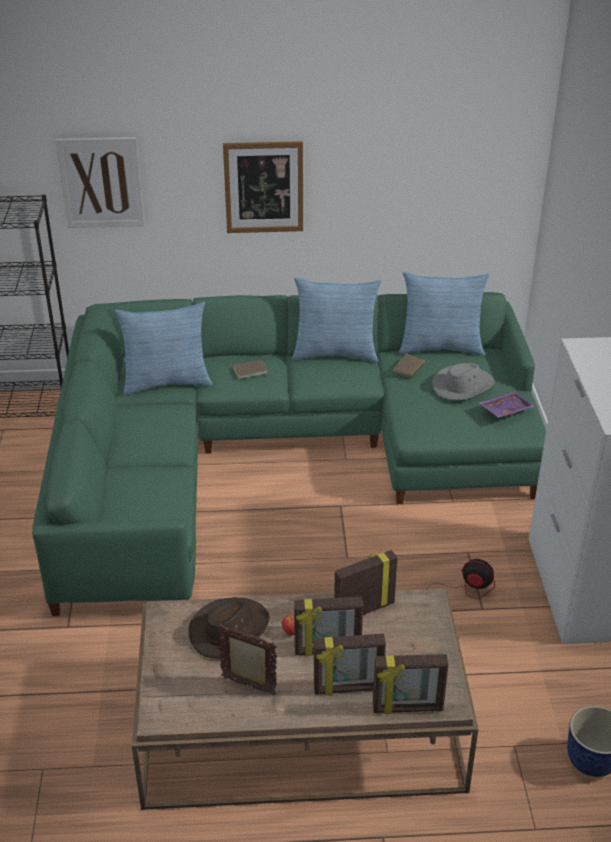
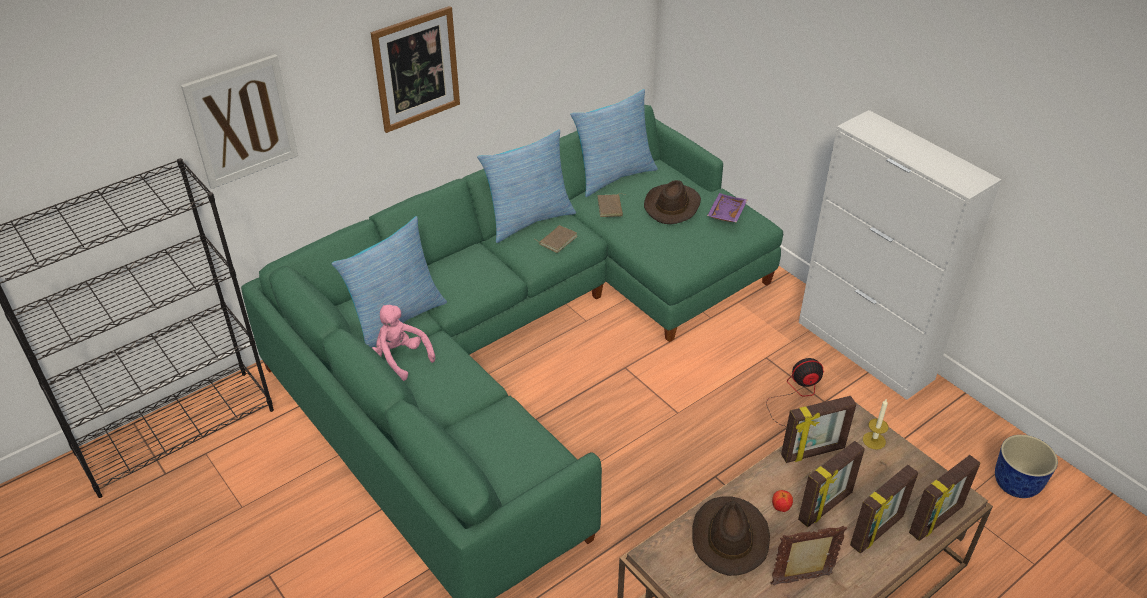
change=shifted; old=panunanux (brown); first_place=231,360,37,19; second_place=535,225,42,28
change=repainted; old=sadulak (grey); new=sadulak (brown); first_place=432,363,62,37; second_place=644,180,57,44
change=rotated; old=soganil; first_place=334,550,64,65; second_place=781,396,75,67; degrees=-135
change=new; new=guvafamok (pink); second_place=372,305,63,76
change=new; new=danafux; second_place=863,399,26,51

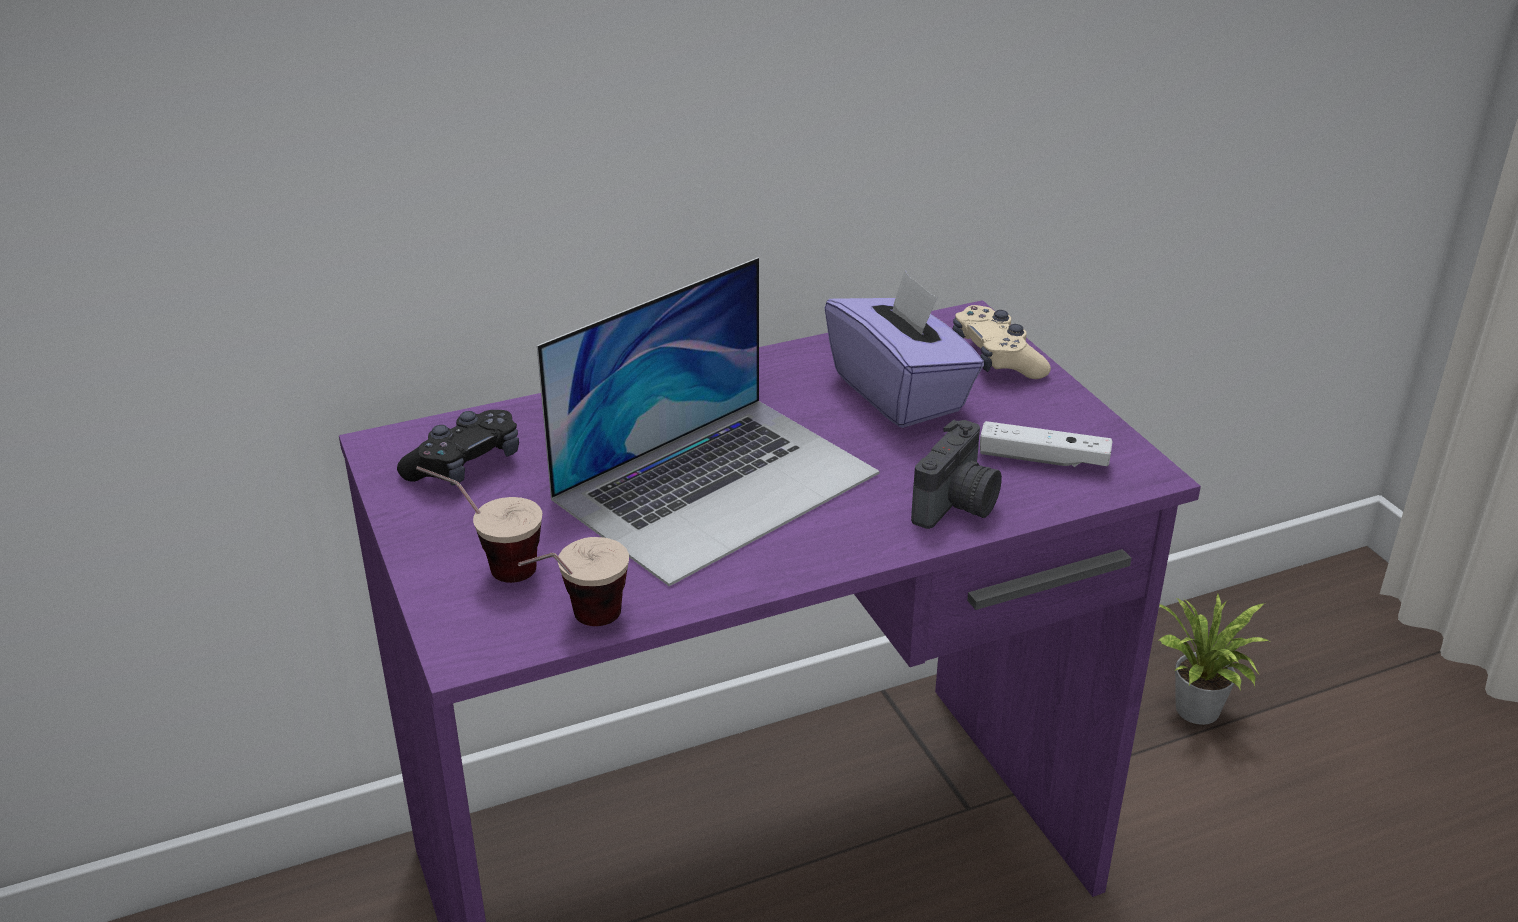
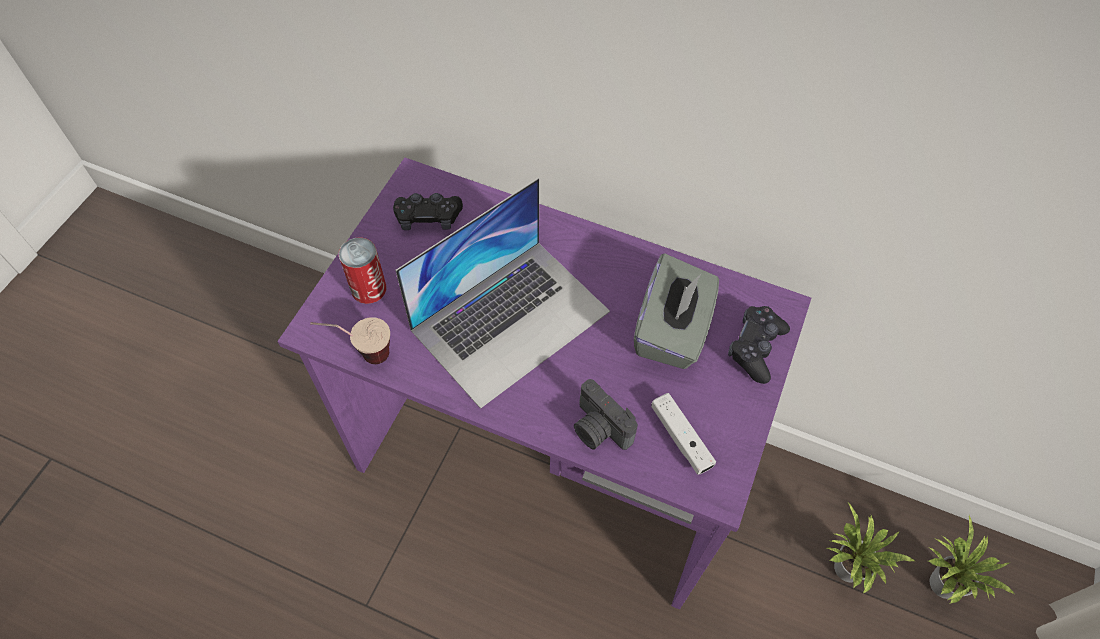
change=rotated; old=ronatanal; first_place=537,257,343,329; second_place=395,178,215,231; degrees=-45
change=repainted; old=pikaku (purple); new=pikaku (grey); first_place=825,270,159,158; second_place=634,253,85,116
change=repainted; old=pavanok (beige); new=pavanok (black); first_place=953,305,98,74; second_place=728,306,62,78
change=rotated; old=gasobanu; first_place=911,419,91,110; second_place=574,379,64,71; degrees=60
change=swapped; old=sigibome; new=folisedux; first_place=416,466,126,117; second_place=339,237,47,67
change=new; new=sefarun; second_place=929,516,85,88

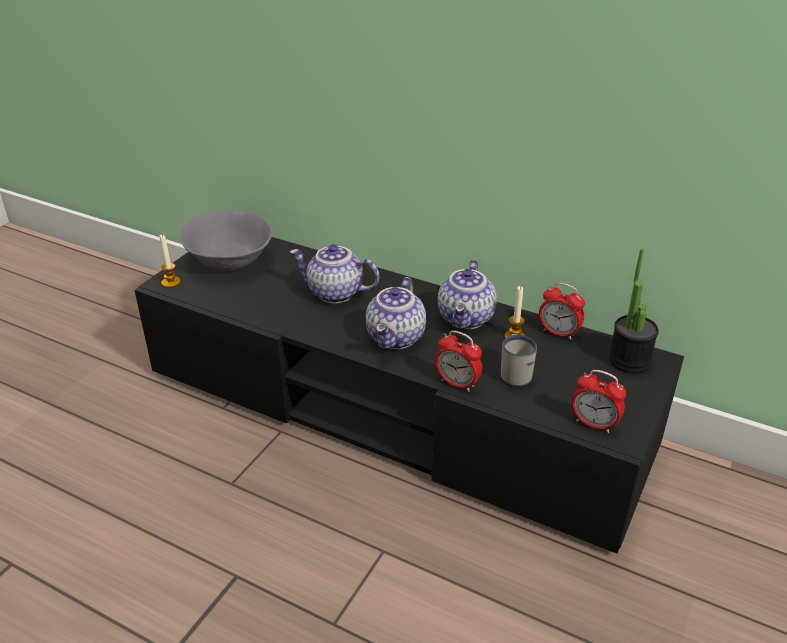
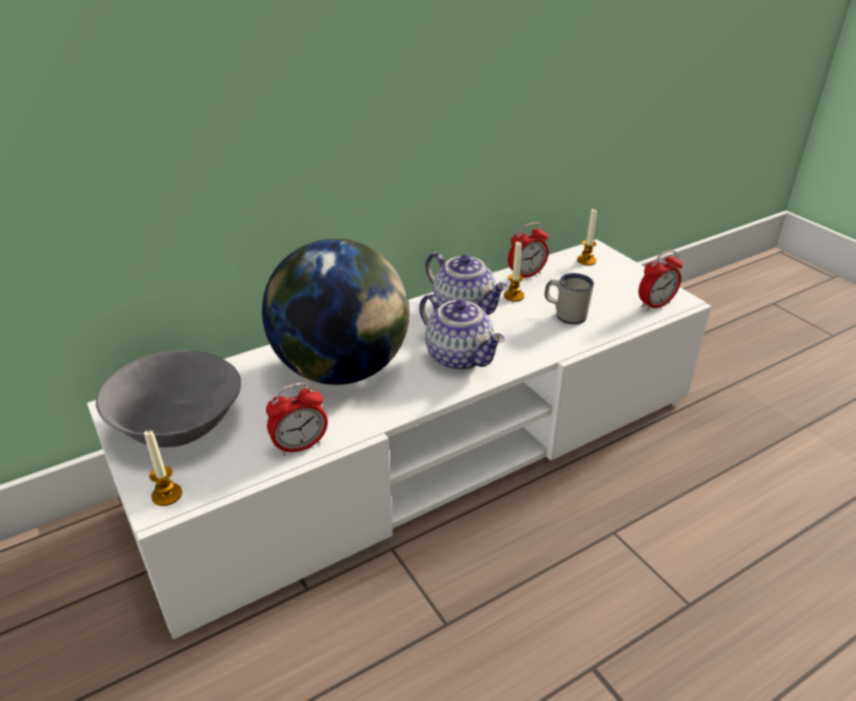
change=repainted; old=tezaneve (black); new=tezaneve (white); first_place=134,237,550,317; second_place=87,239,625,401
change=swapped; old=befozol; new=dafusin; first_place=290,244,89,60; second_place=262,239,147,146
change=swapped; old=sefarun; new=danafux; first_place=608,249,51,124; second_place=577,208,20,57
change=shifted; old=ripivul; first_place=435,330,47,62; second_place=266,383,62,73

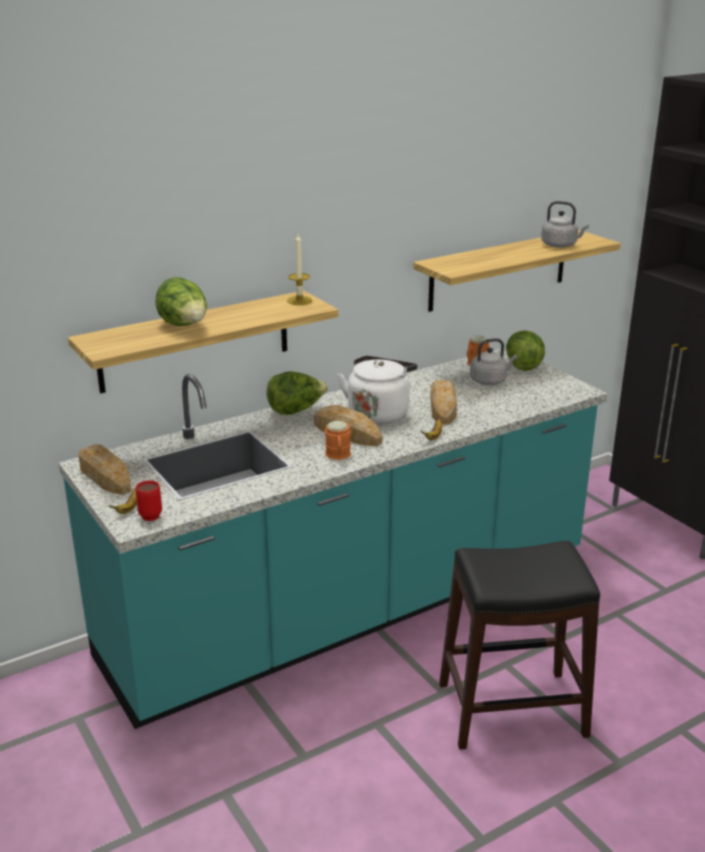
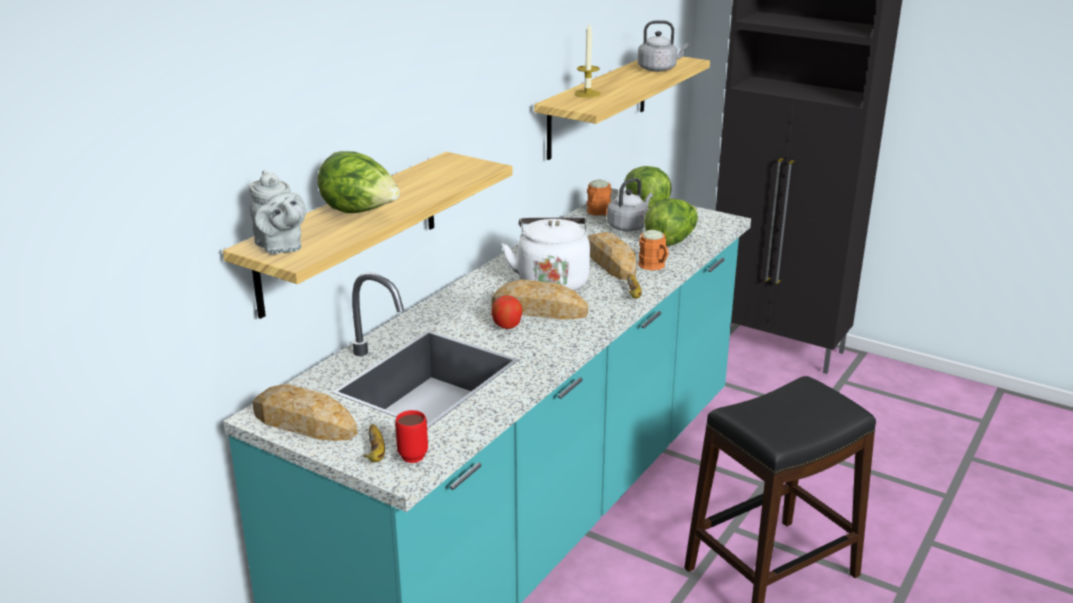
change=shifted; old=danafux; first_place=287,234,25,71; second_place=575,23,26,75
change=shifted; old=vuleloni; first_place=267,371,61,44; second_place=644,198,54,48
change=shifted; old=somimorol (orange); first_place=325,421,26,39; second_place=638,230,31,40
change=new; new=befozol (grey); second_place=249,170,57,84
change=new; new=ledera; second_place=491,295,31,34

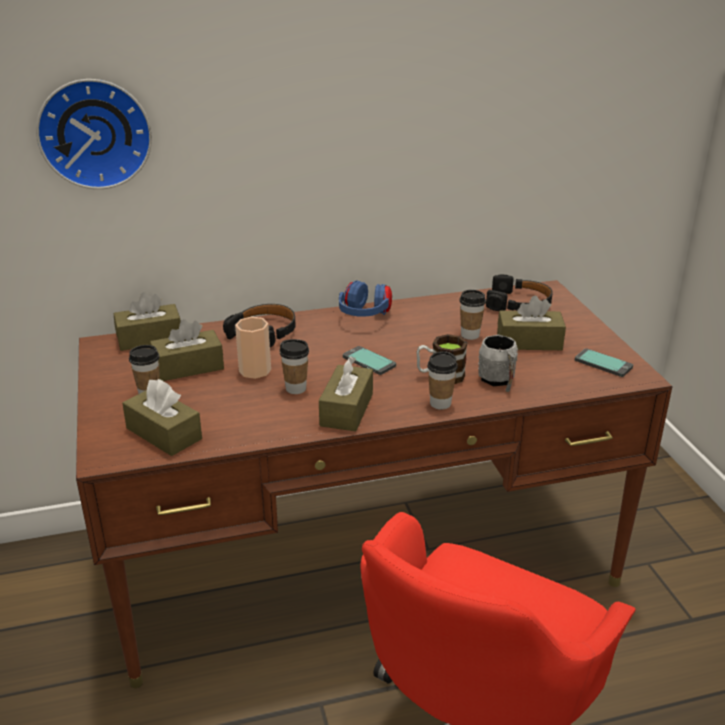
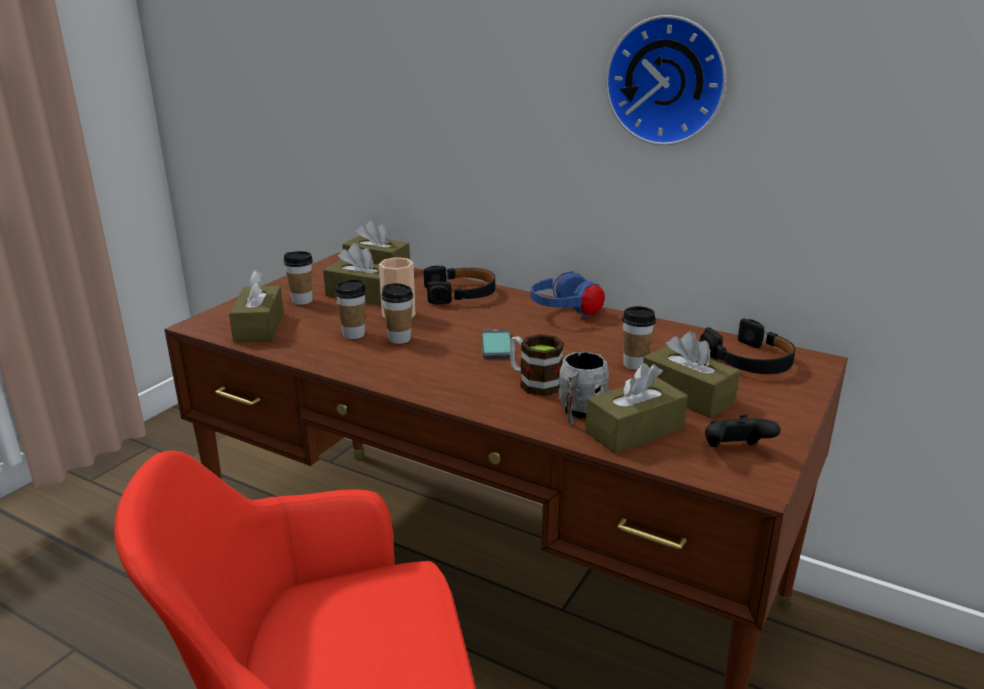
change=shifted; old=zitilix; first_place=36,79,116,110; second_place=605,15,121,130
change=swapped; old=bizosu; new=pavanok (black); first_place=575,349,58,28; second_place=705,414,76,33
change=shifted; old=sigibome; first_place=427,351,31,59; second_place=334,279,32,60
change=shifted; old=pikaku (brown); first_place=319,356,54,75; second_place=585,363,103,91

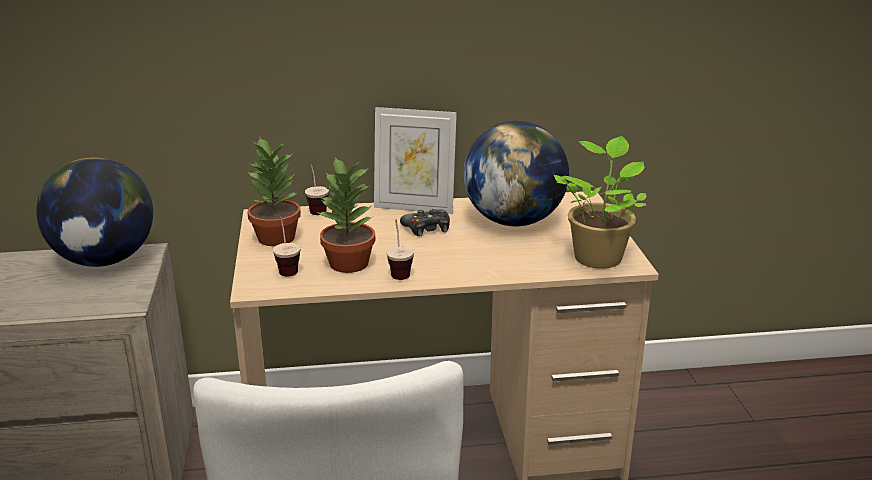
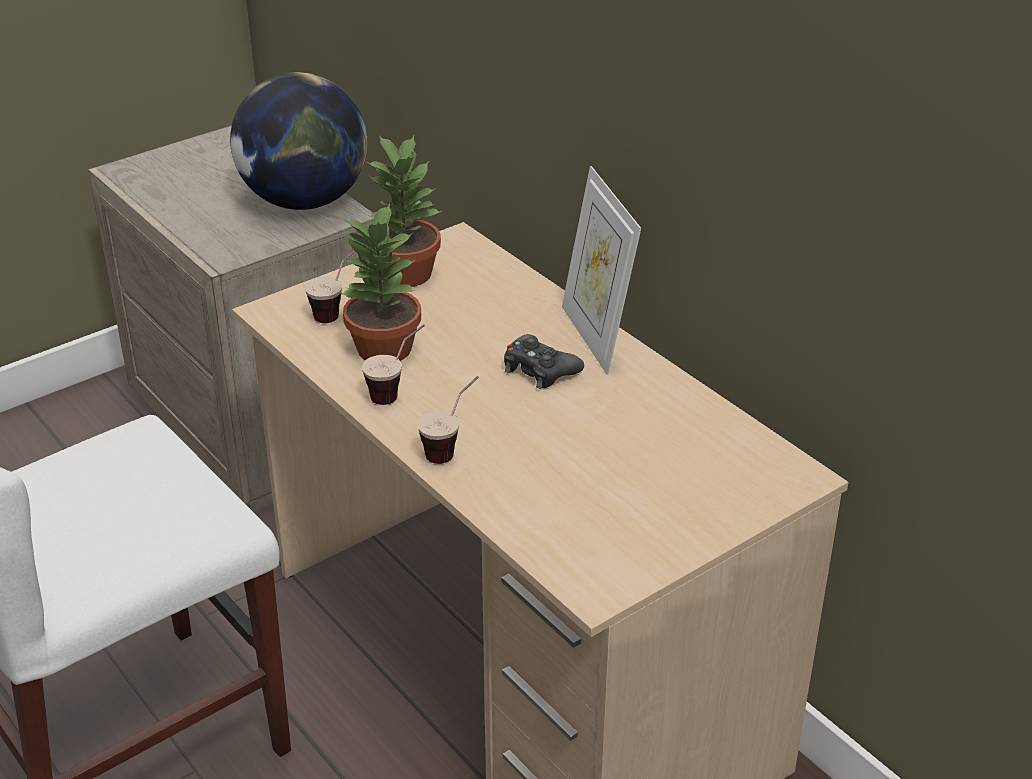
change=gone; old=dafusin; first_place=463,121,106,105
change=gone; old=sefarun; first_place=554,136,92,133
change=shifted; old=sigibome; first_place=305,164,24,51; second_place=417,376,62,88

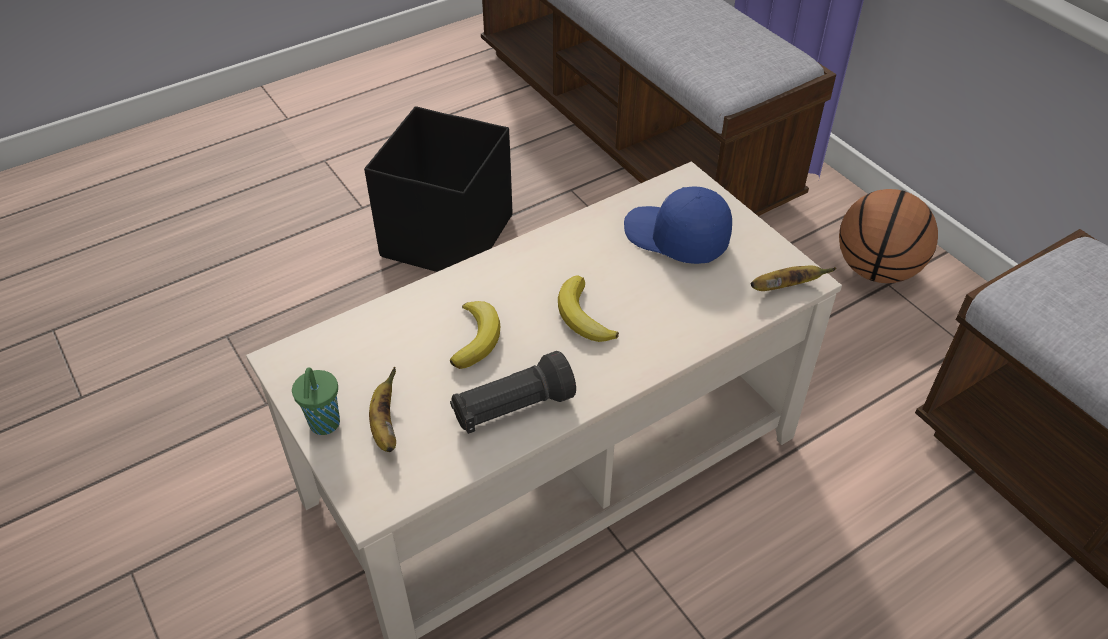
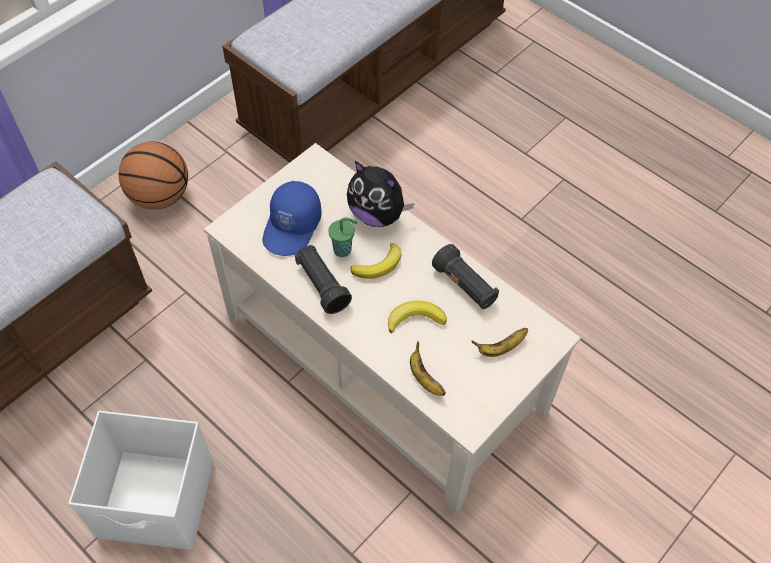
change=repainted; old=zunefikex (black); new=zunefikex (white); first_place=364,106,148,166; second_place=68,411,146,139
change=shifted; old=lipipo; first_place=751,266,85,25; second_place=410,341,36,55
change=shifted; old=sigibome (green); first_place=292,367,48,68; second_place=328,217,29,40
change=new; new=guvafamok; second_place=347,161,68,66
change=new; new=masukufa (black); second_place=295,245,57,69

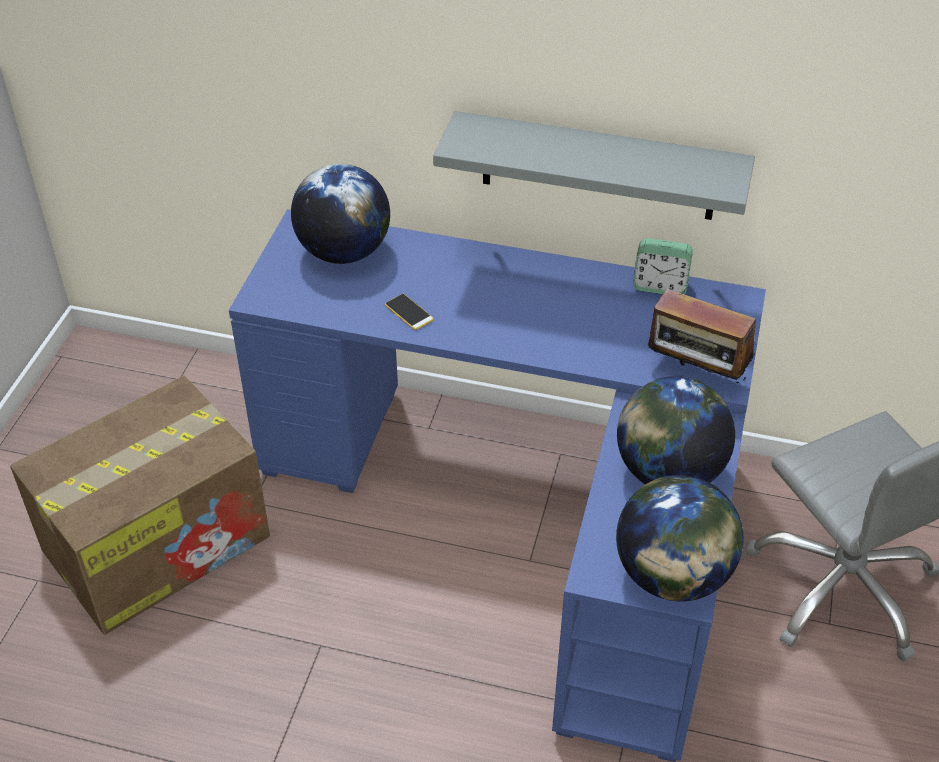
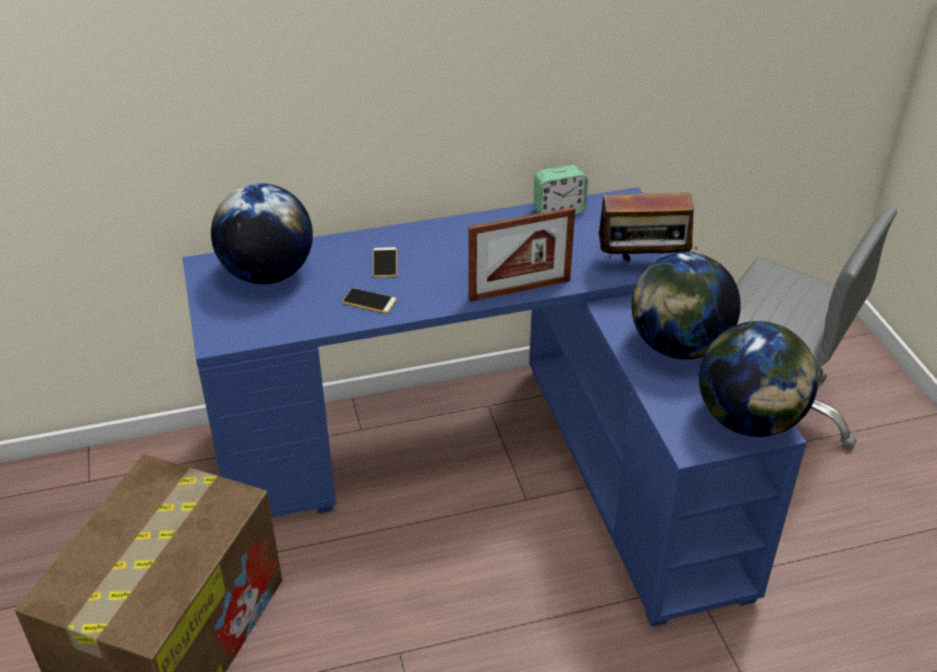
change=gone; old=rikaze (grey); first_place=433,111,322,109
change=new; new=soganil; second_place=469,207,106,95
change=new; new=bizosu; second_place=373,247,24,31

